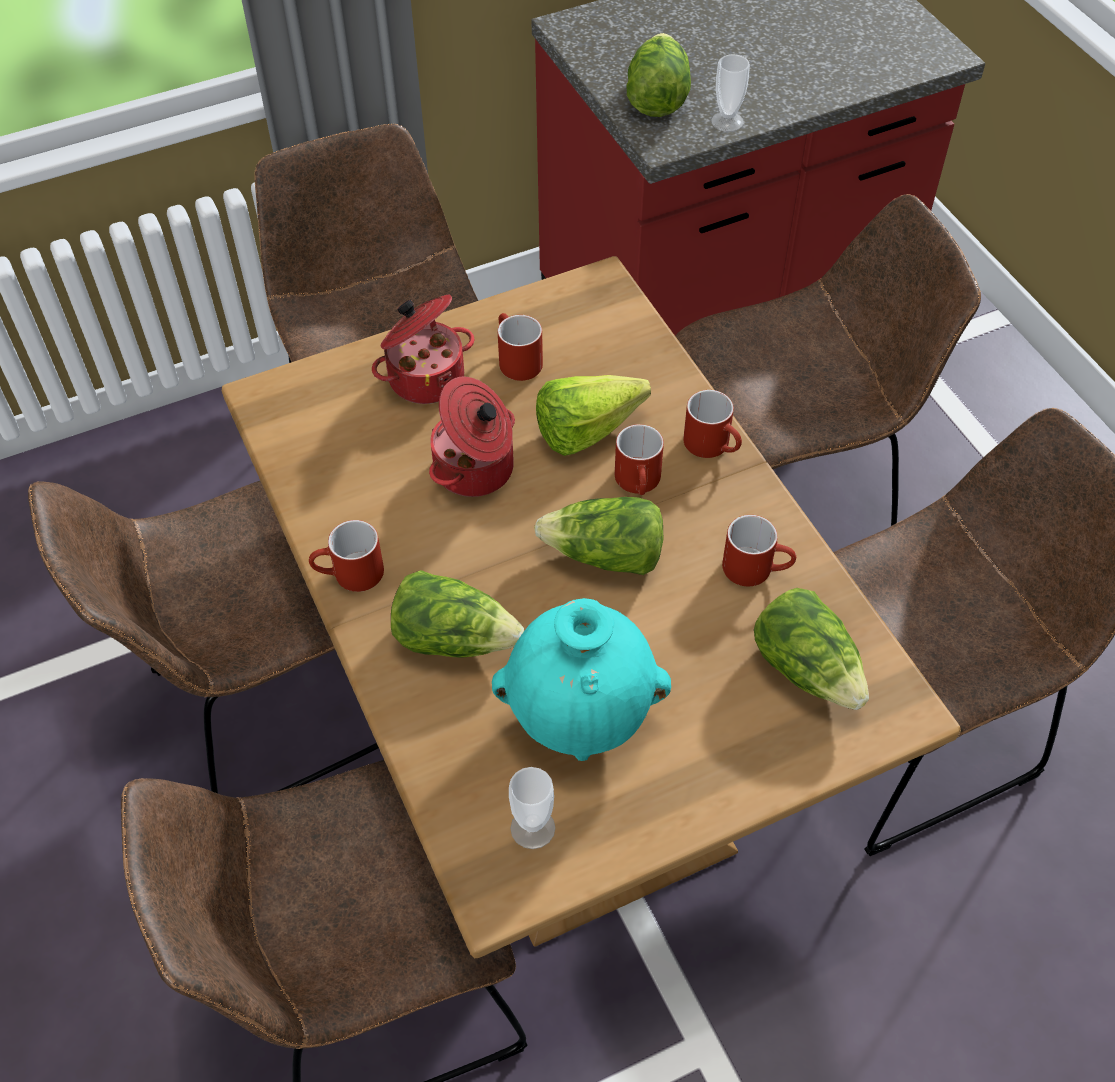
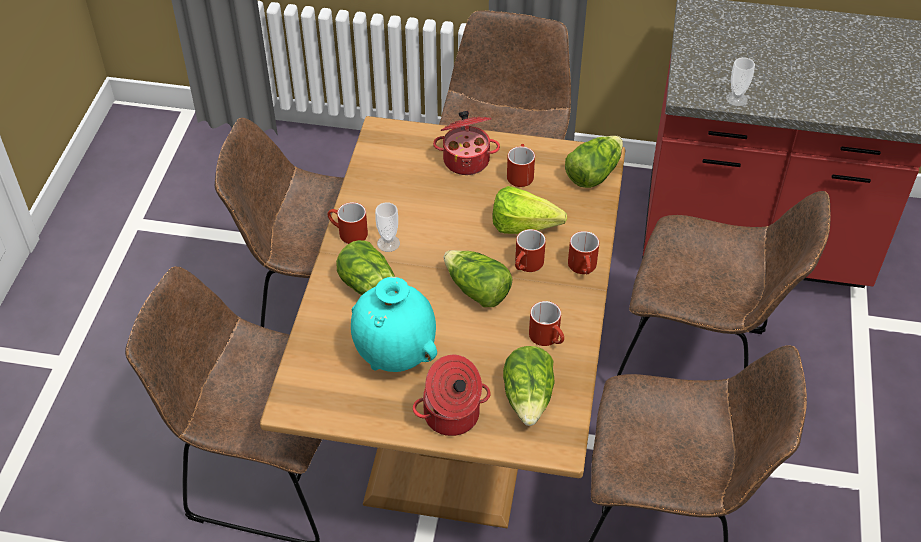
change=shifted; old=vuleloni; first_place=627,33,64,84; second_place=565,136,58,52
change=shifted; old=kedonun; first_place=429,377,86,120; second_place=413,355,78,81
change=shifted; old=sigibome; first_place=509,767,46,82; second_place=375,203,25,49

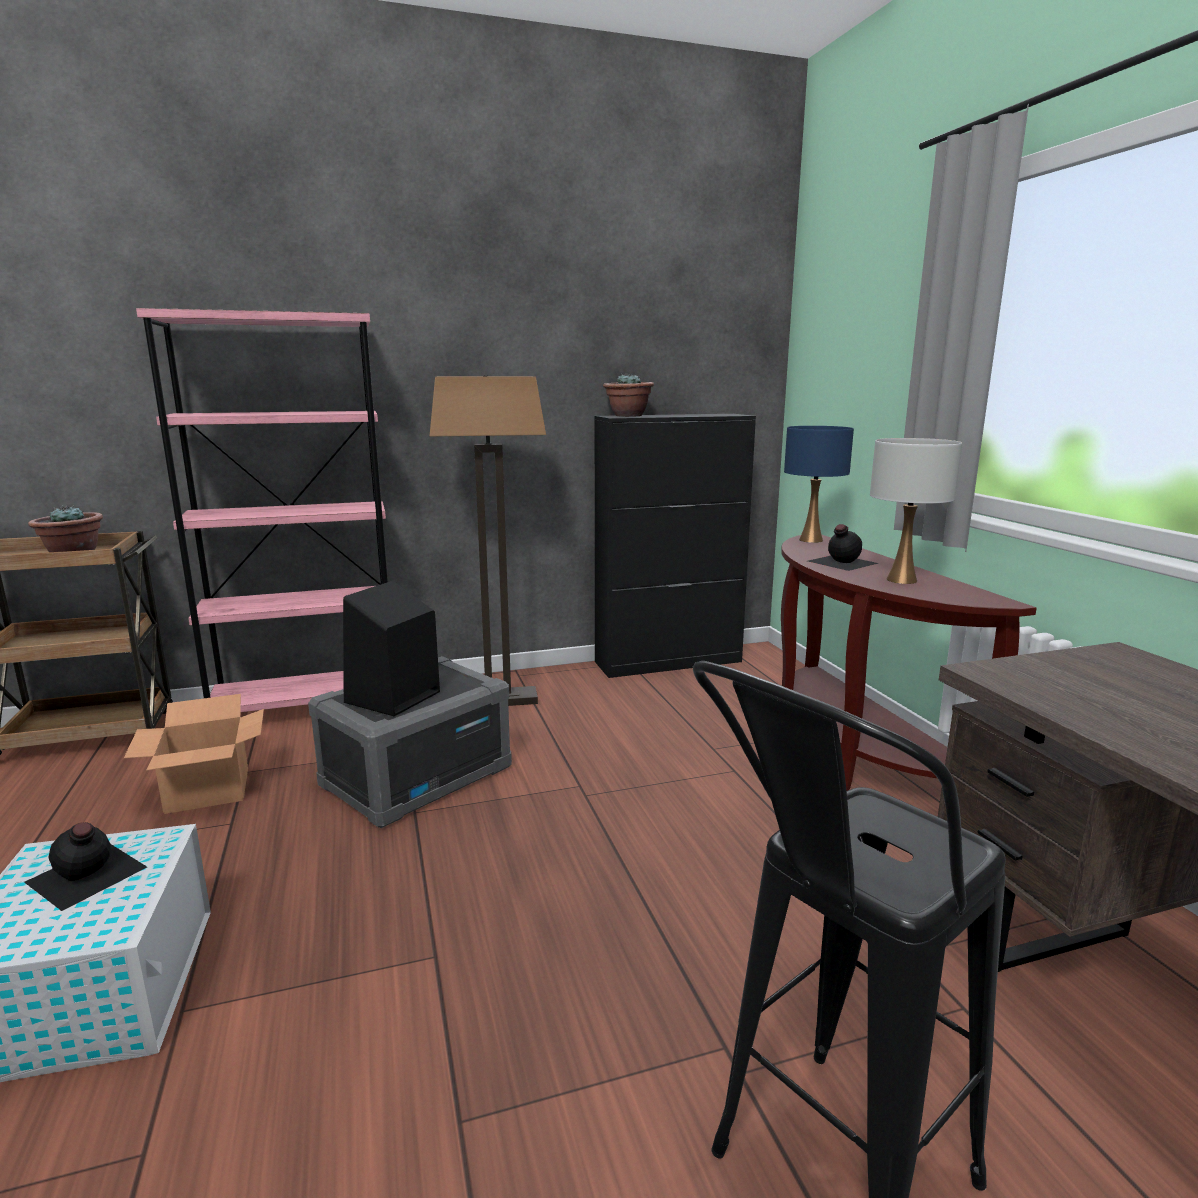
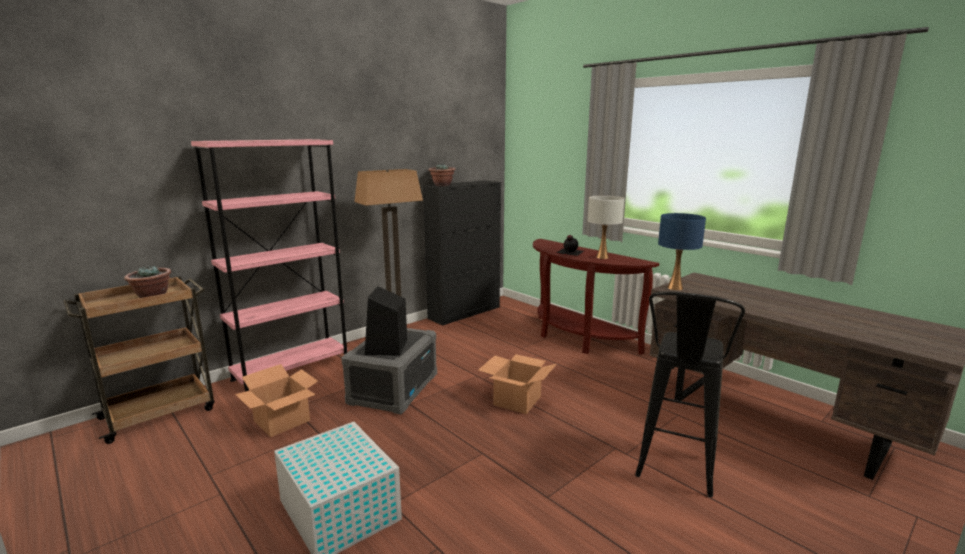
change=shifted; old=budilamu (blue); first_place=784,426,70,117; second_place=658,213,48,77
change=gone; old=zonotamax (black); first_place=24,822,123,89
change=new; new=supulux; second_place=478,354,79,60

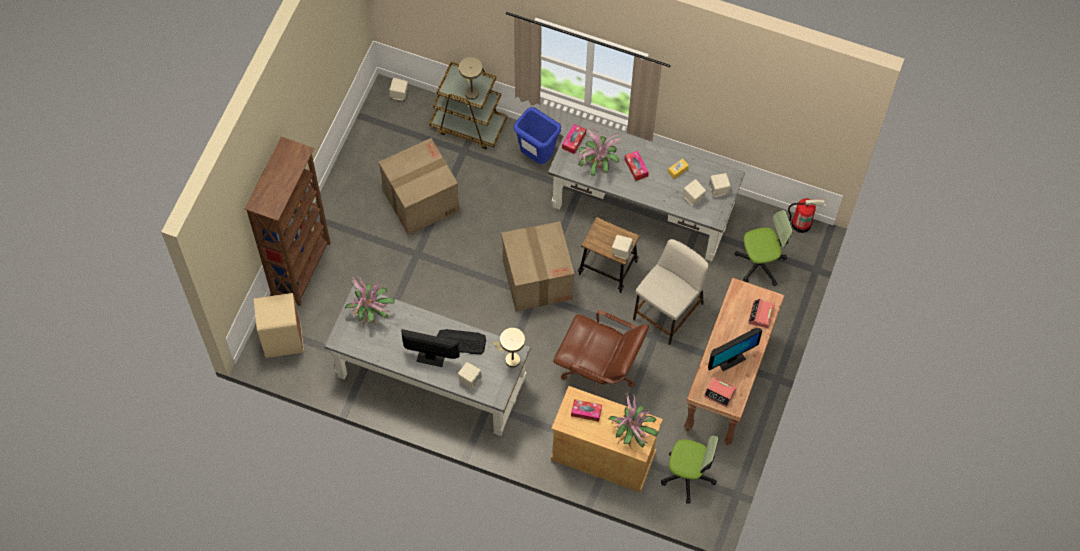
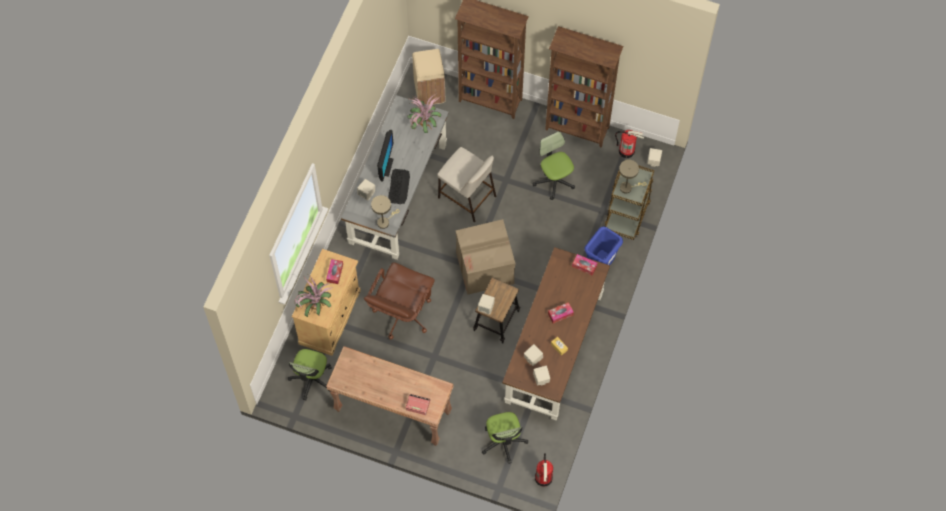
change=repainted; old=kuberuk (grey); new=kuberuk (brown); first_place=548,115,197,146; second_place=502,247,108,173
change=gone; old=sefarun; first_place=578,126,44,50
change=swapped; old=supulux; new=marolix; first_place=379,138,81,97; second_place=532,131,43,69
change=shifted; old=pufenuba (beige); first_place=633,239,76,106; second_place=437,147,60,76
change=gone; old=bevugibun; first_place=708,328,54,43
change=gone; old=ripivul; first_place=704,377,32,30
change=new; new=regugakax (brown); second_place=545,26,79,122
change=new; new=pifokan; second_place=615,130,29,28

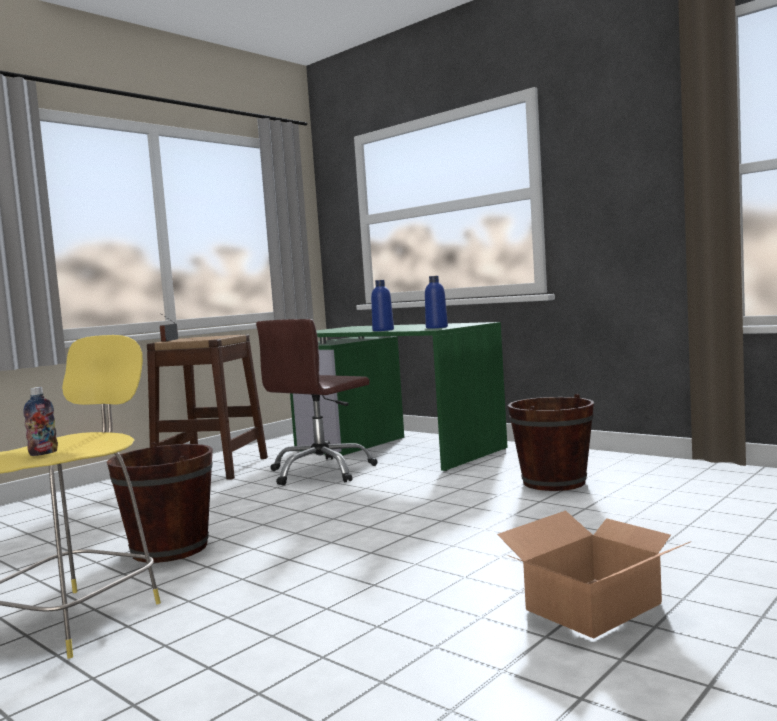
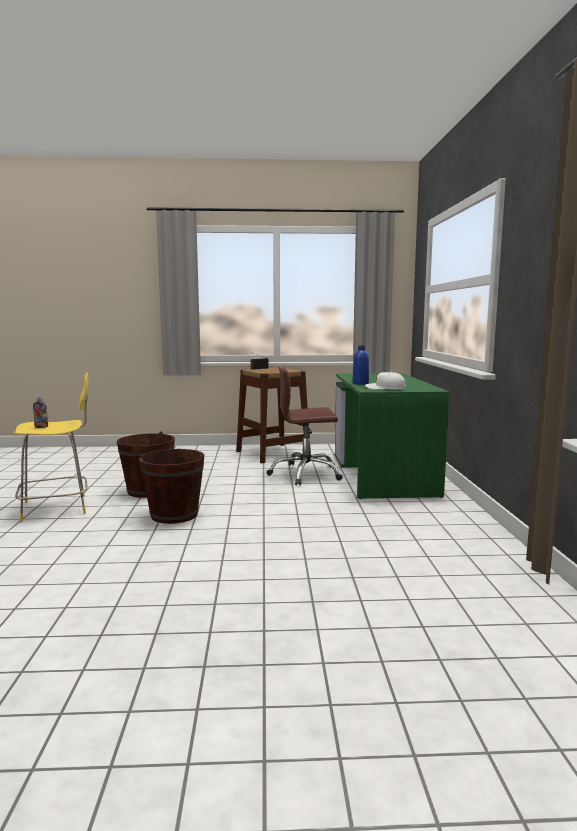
change=swapped; old=zonotamax (blue); new=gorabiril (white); first_place=425,276,23,53; second_place=365,372,41,18
change=shifted; old=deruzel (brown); first_place=508,394,86,97; second_place=139,449,66,75
change=gone; old=supulux; first_place=497,510,195,129

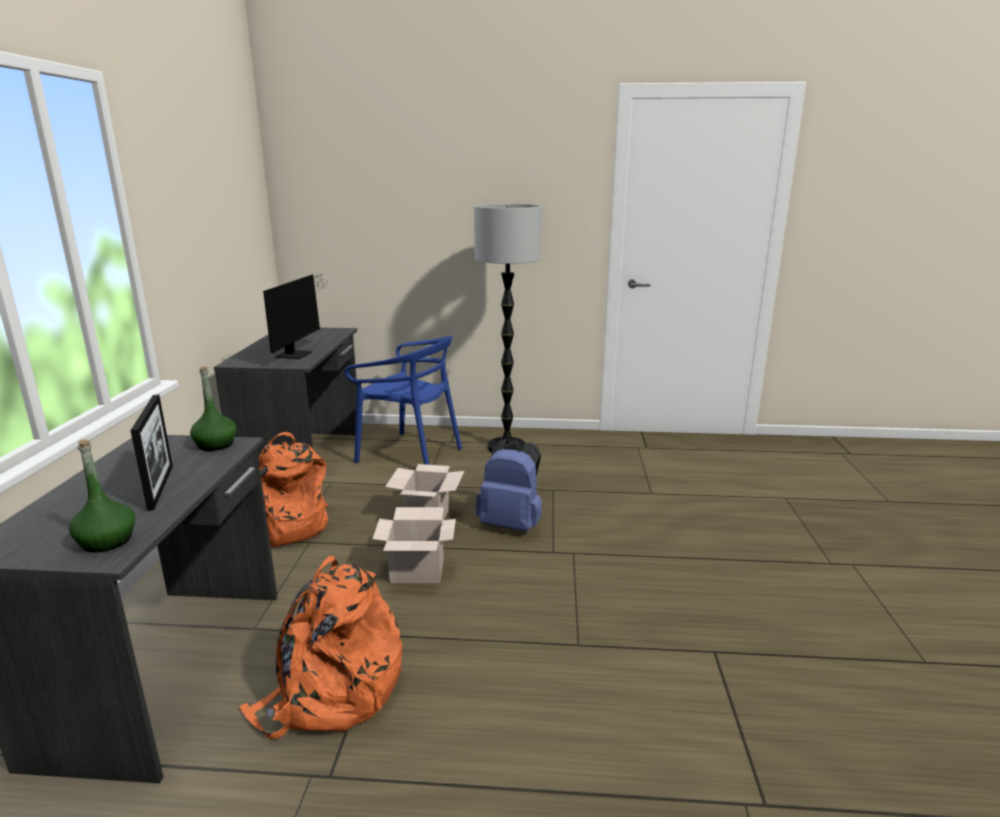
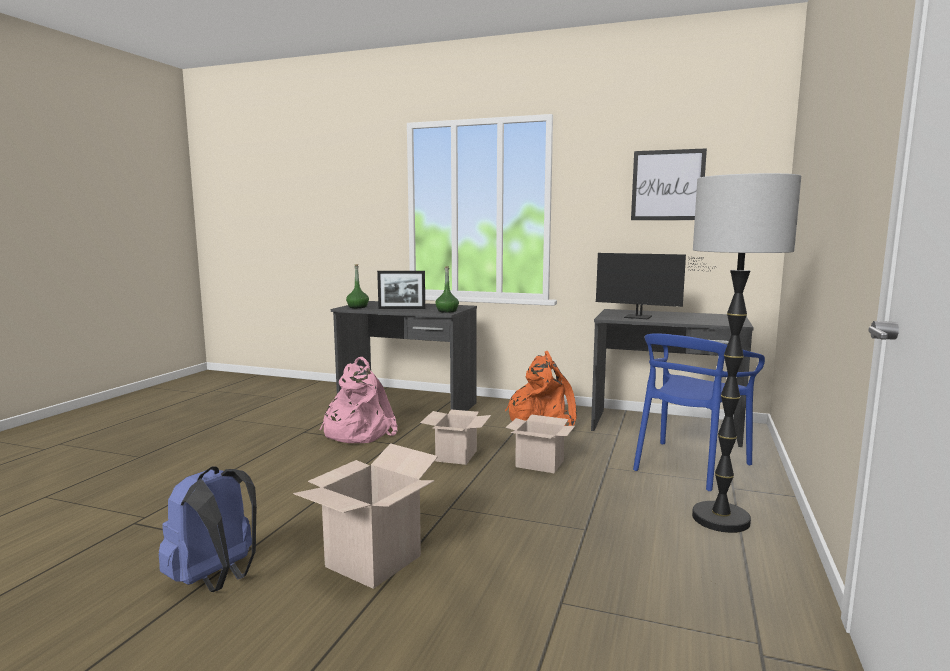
change=shifted; old=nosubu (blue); first_place=476,439,66,93; second_place=159,467,98,125
change=repainted; old=nosubu (orange); new=nosubu (pink); first_place=239,556,163,183; second_place=319,357,79,86
change=new; new=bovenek; second_place=631,148,76,72
change=new; new=supulux; second_place=293,443,145,146

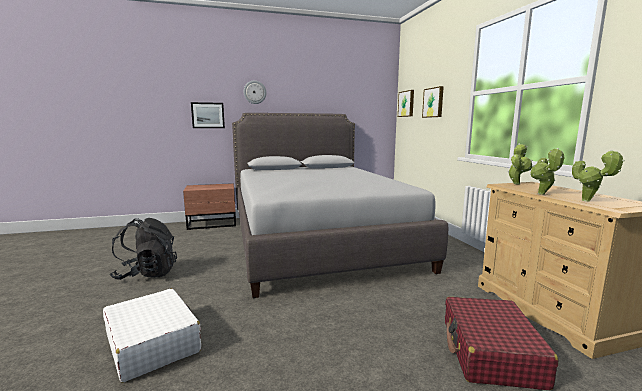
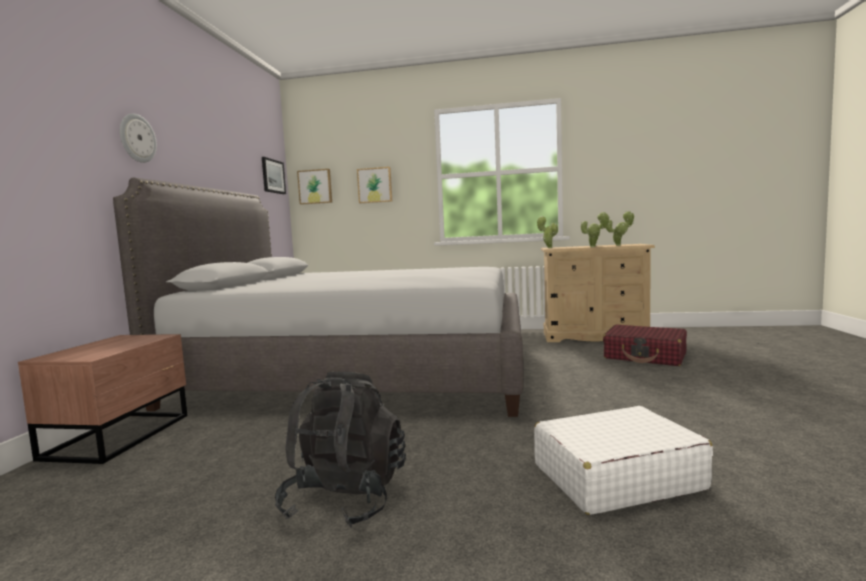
change=shifted; old=bovenek; first_place=191,102,34,26; second_place=262,157,24,37

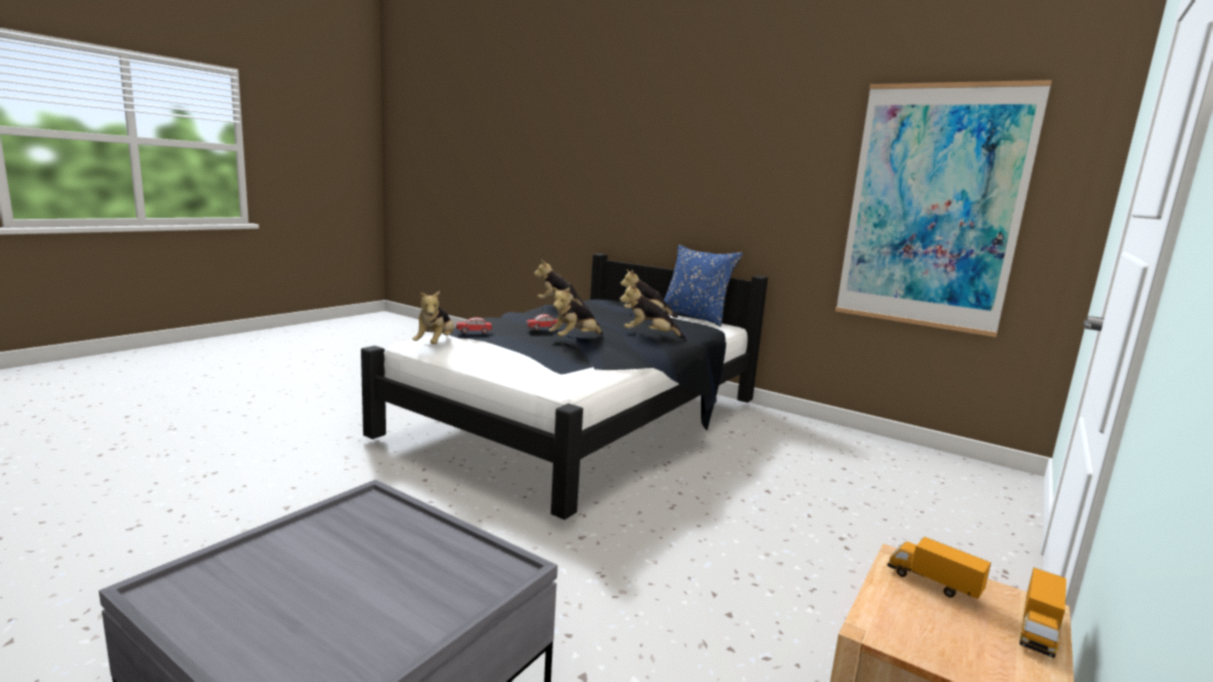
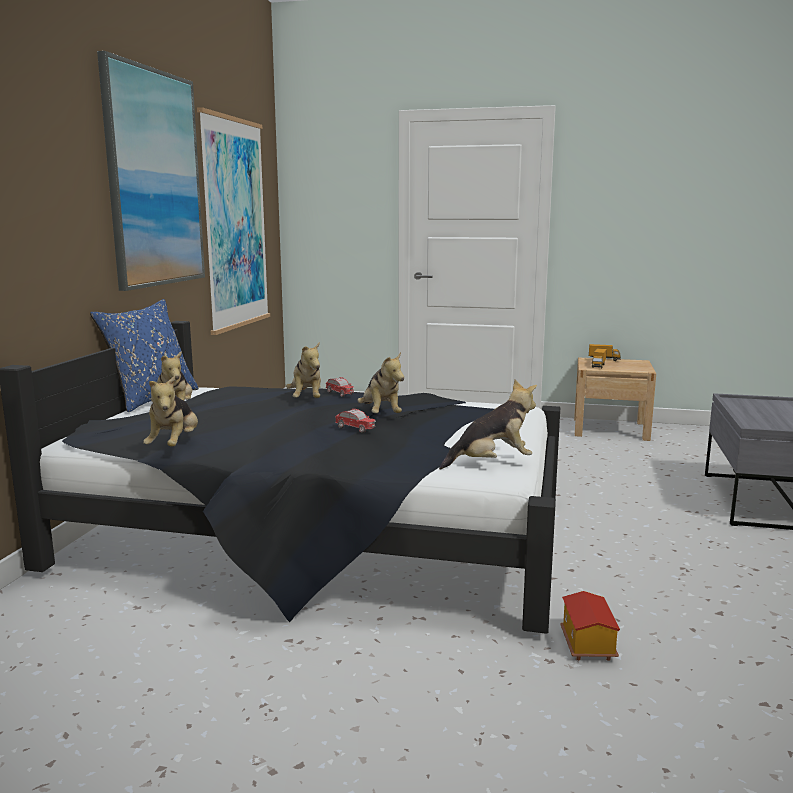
change=rotated; old=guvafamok; first_place=549,287,54,50; second_place=357,352,47,61; degrees=45
change=shifted; old=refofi; first_place=456,317,36,17; second_place=326,377,28,20
change=new; new=bovenek; second_place=97,51,108,240
change=new; new=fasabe; second_place=560,591,60,70

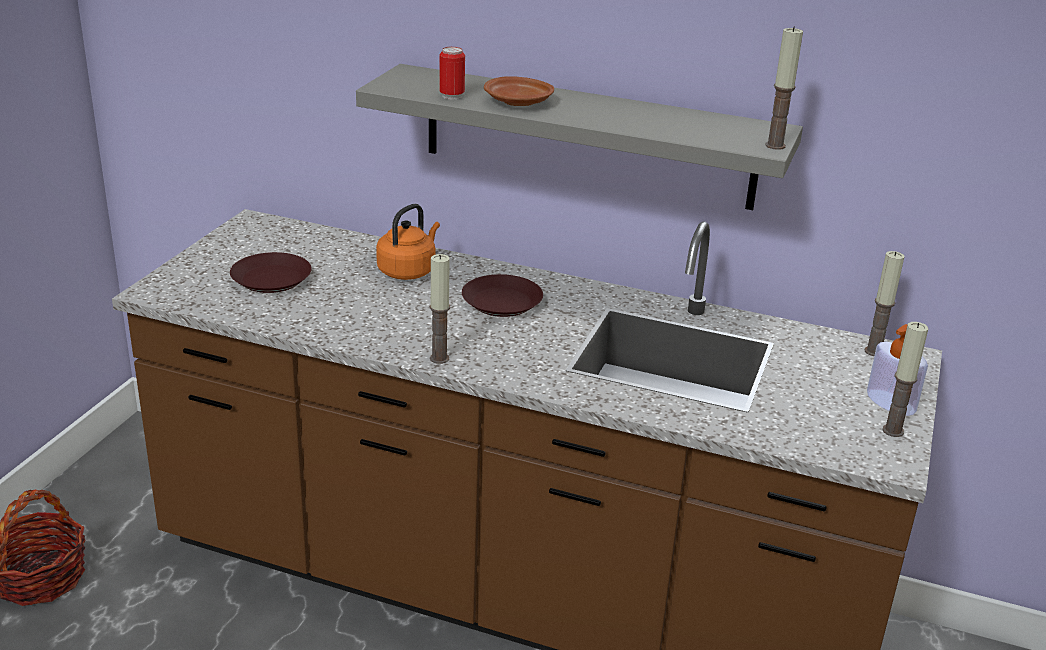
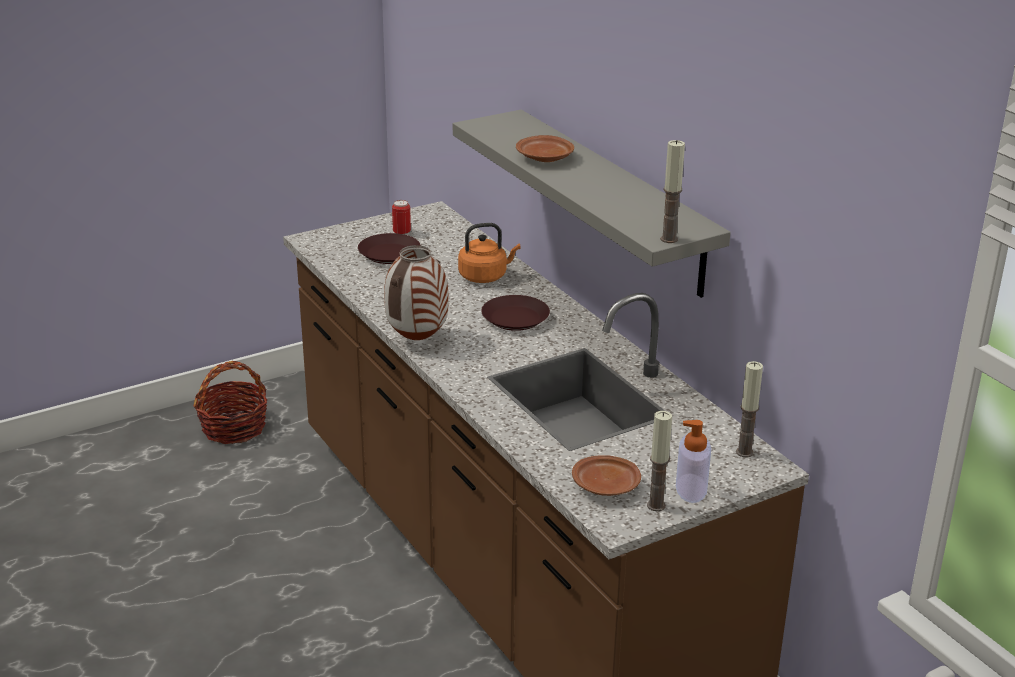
change=shifted; old=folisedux; first_place=439,47,26,53; second_place=392,200,19,35
change=swapped; old=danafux; new=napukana; first_place=430,254,20,110; second_place=384,245,65,95
change=new; new=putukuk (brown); second_place=572,455,69,41

